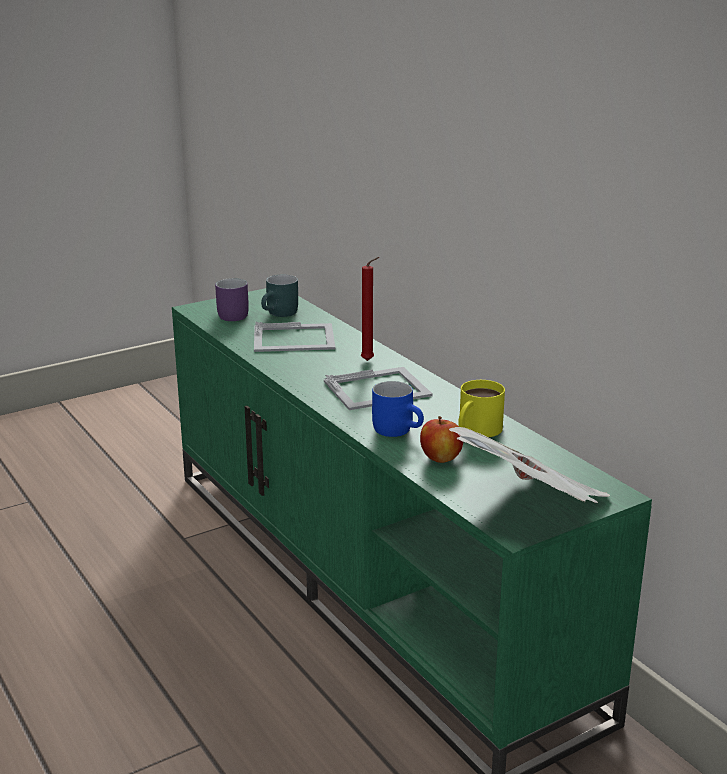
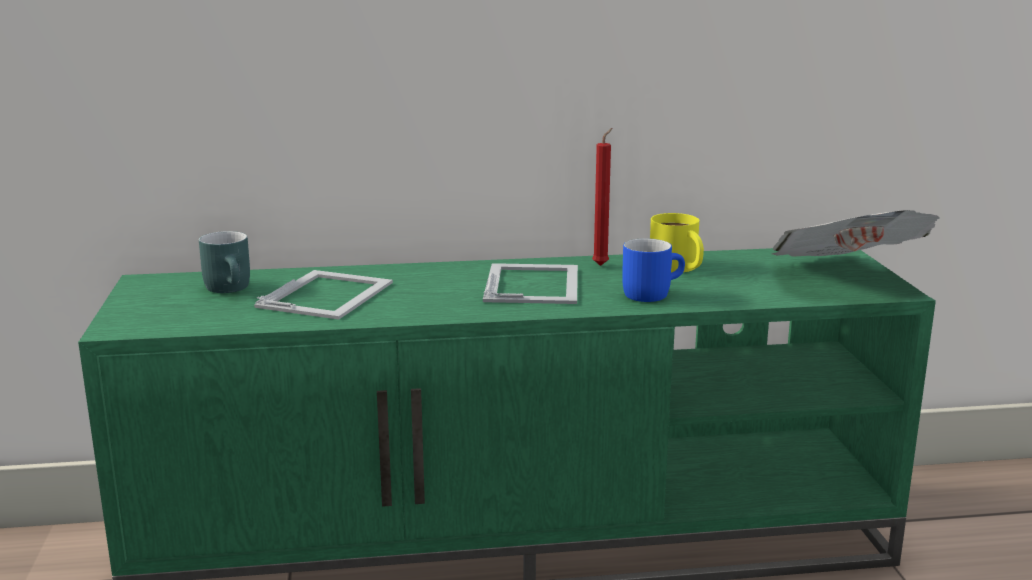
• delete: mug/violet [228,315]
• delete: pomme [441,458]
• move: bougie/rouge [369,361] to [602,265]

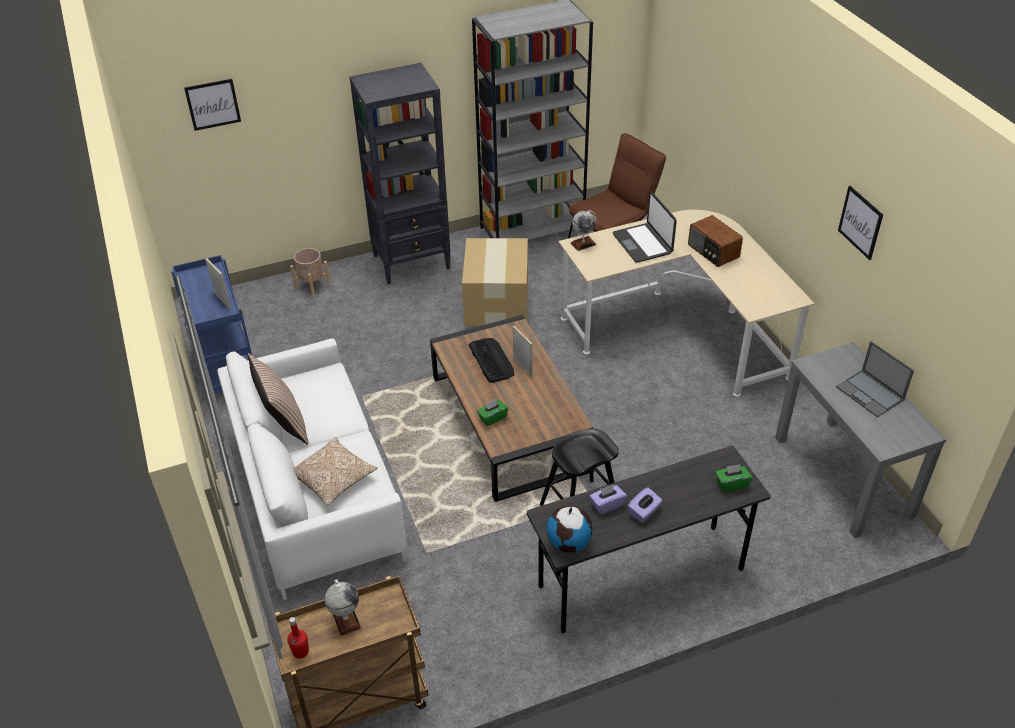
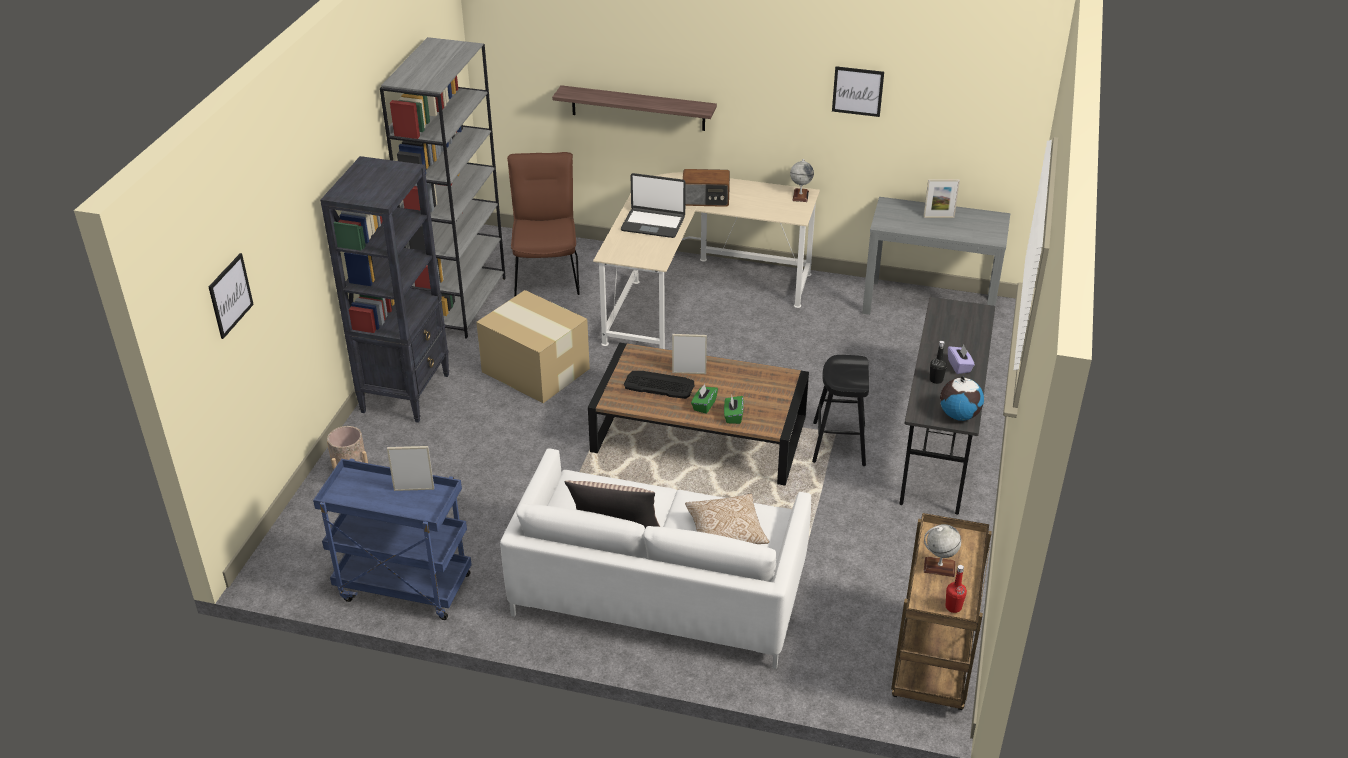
• insert: étagère [638,108]
• move: globe [583,244] to [800,196]
• move: boîte à mouchoirs/vert [731,484] to [704,405]
• replace: boîte à mouchoirs/violet [607,505] to bouteille/noir [936,380]
• replace: ordinateur portable [870,394] to cadre photo [938,217]

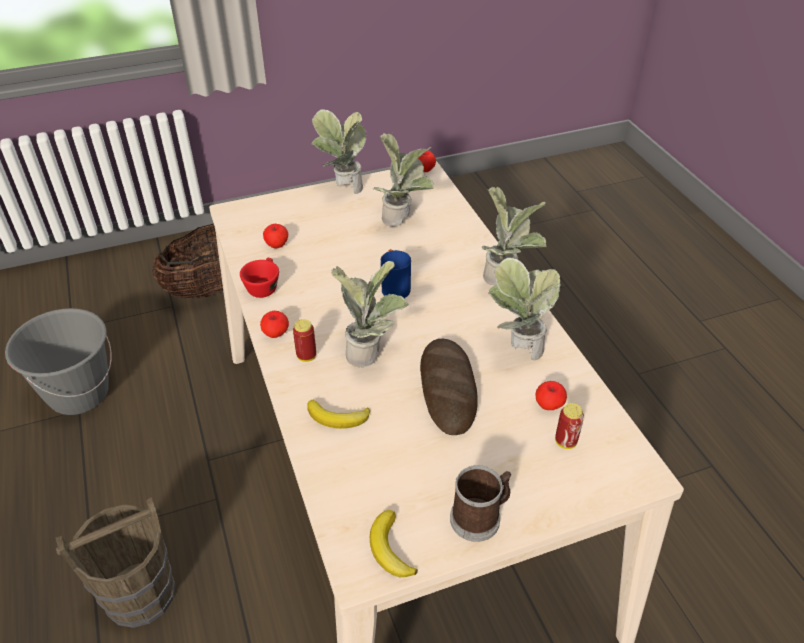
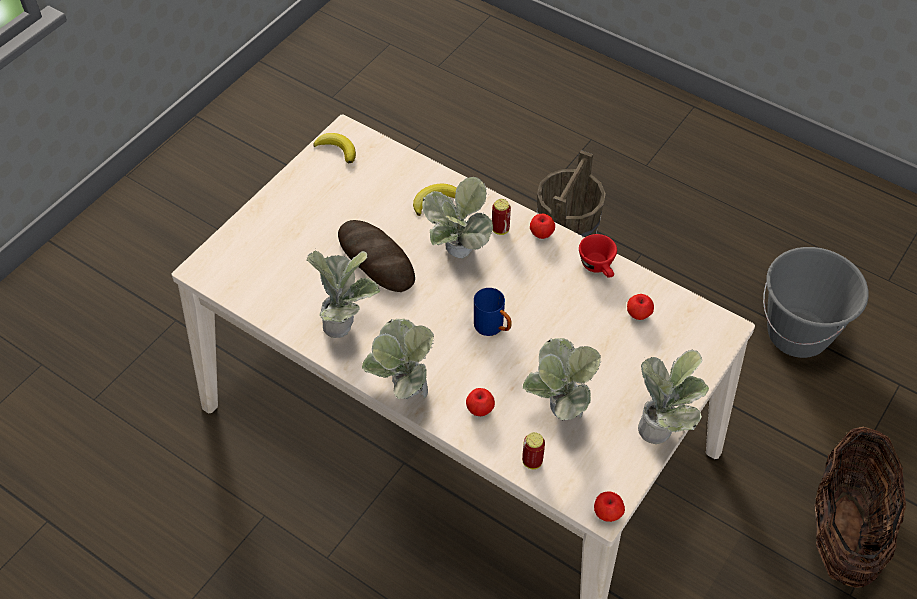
• delete: mug [480,517]
• move: pomme [548,405] to [480,409]
• move: boîte métallique [565,441] to [532,461]

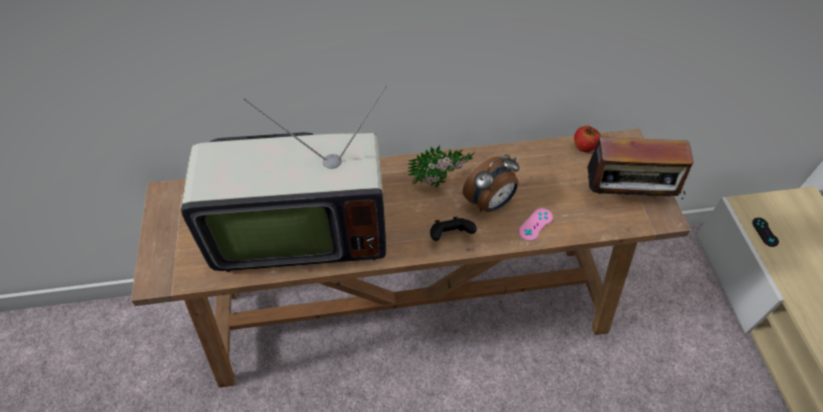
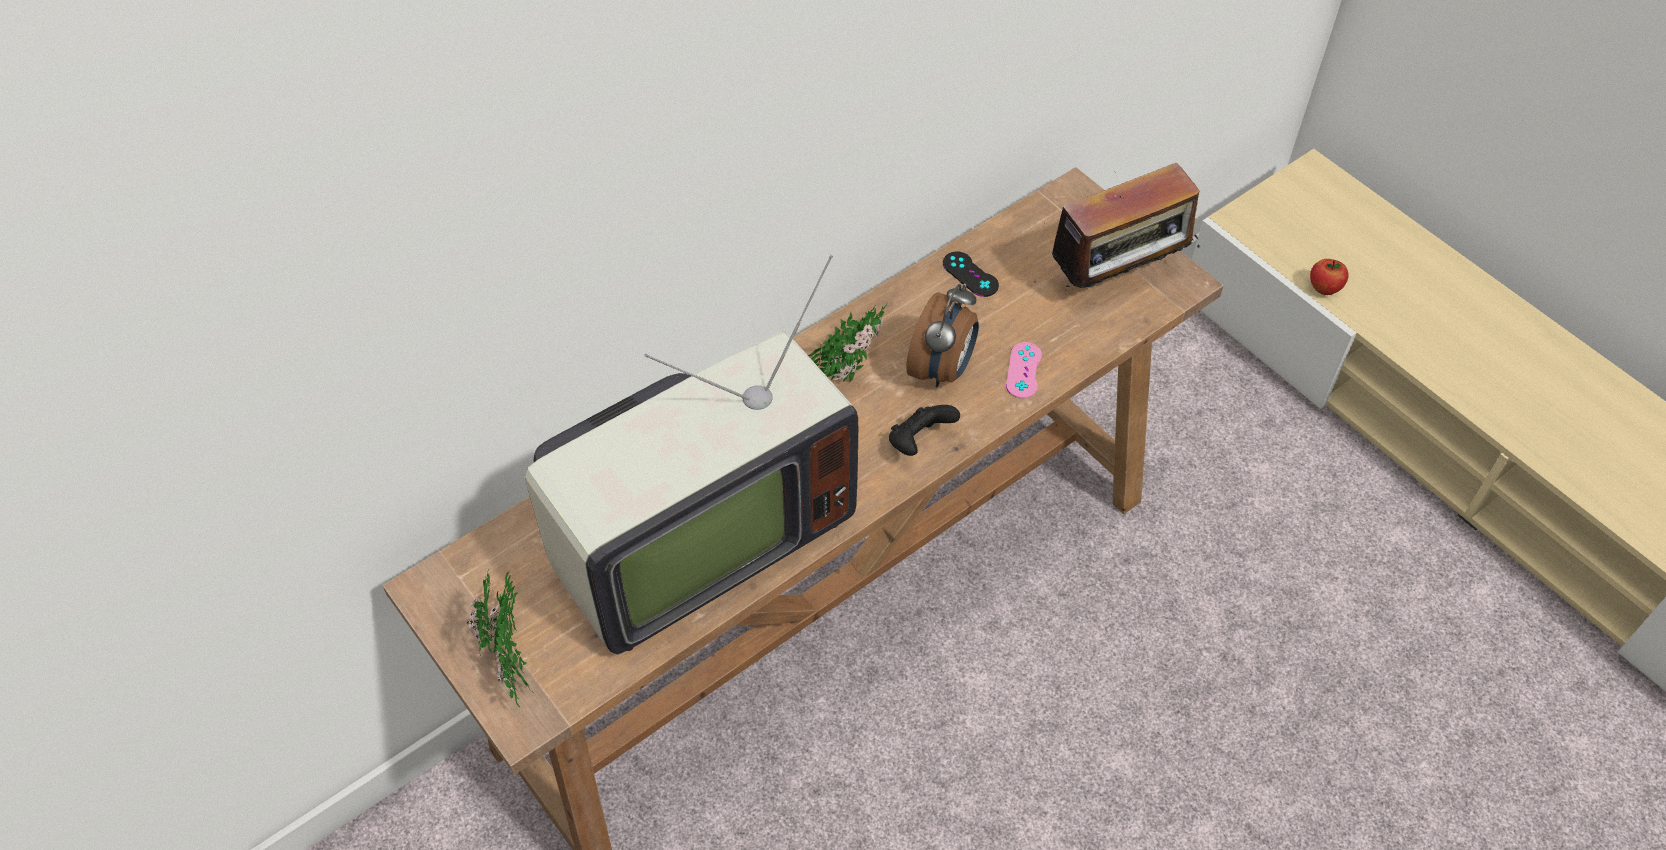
• insert: plante en pot [510,664]
• move: pomme [584,147] to [1324,288]
• move: manette/noir [765,232] to [970,274]

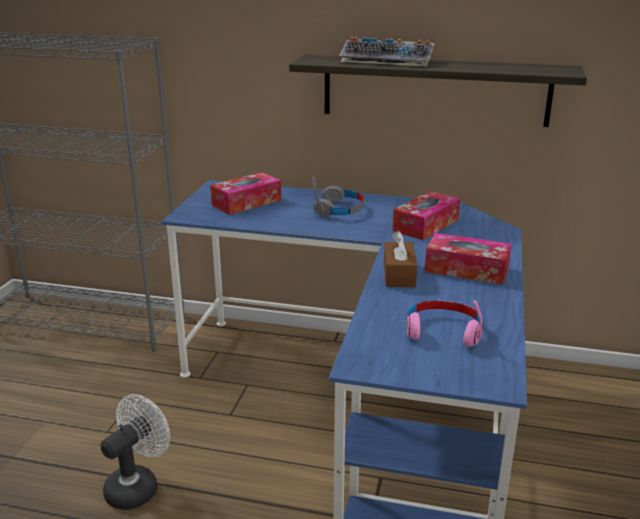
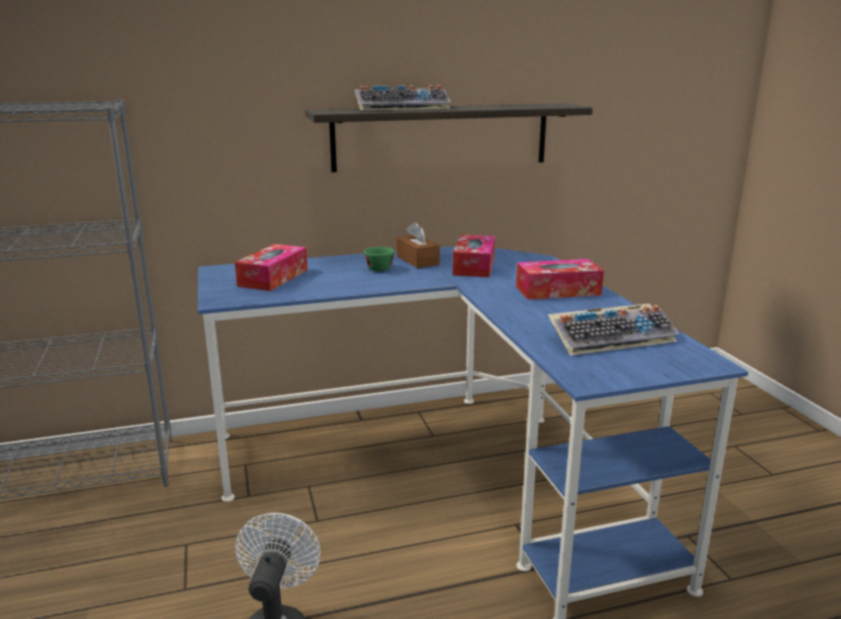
• move: boîte à mouchoirs/marron [399,274] to [417,260]
• replace: casque audio/gris [339,210] to tasse/vert [378,268]
• replace: casque audio/rose [443,331] to clavier [611,338]

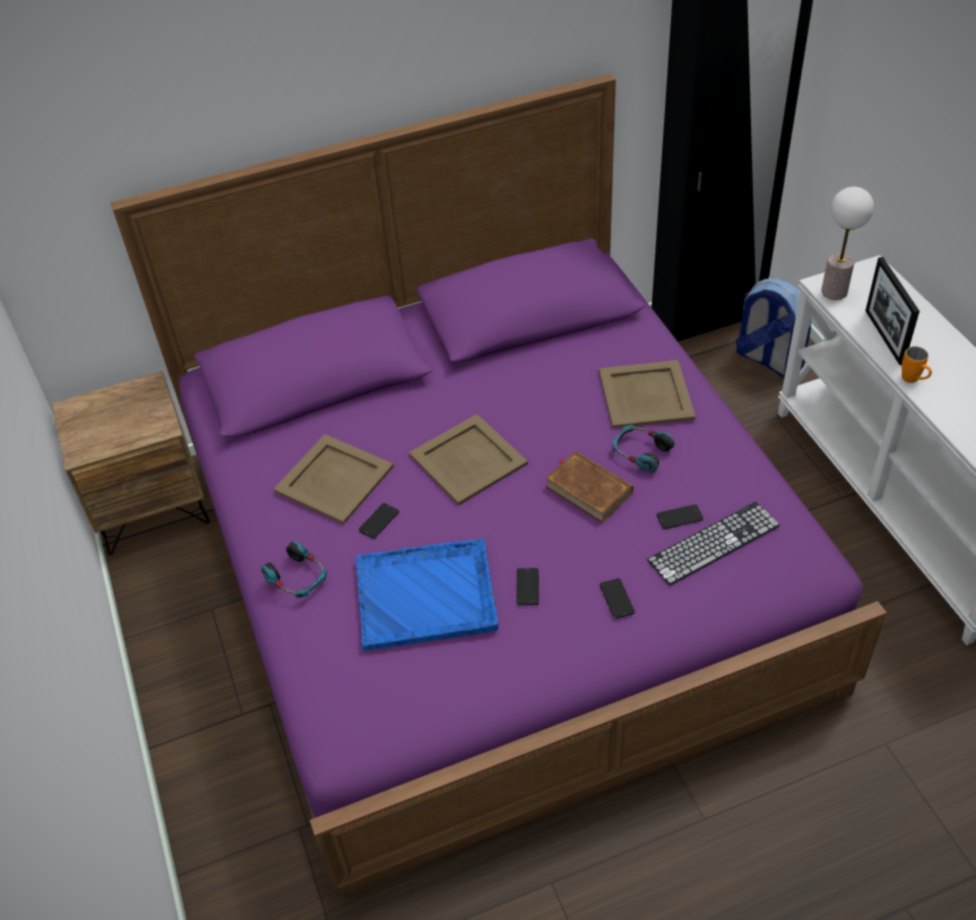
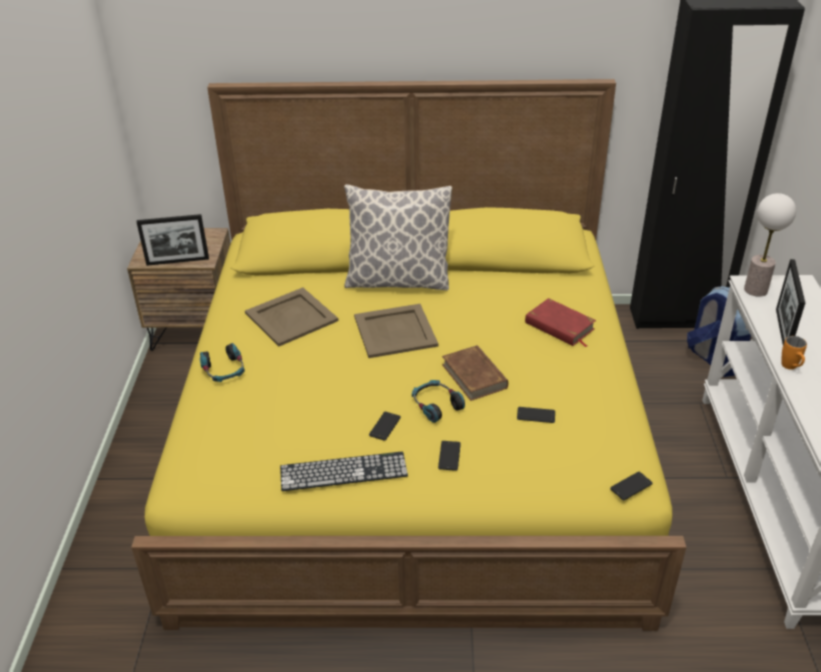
• delete: plateau/bleu [427,595]
• insert: cadre photo [177,261]
• insert: coussin [398,281]
• move: téléphone [379,521] to [631,486]
• move: casque audio [641,452] to [436,405]
• move: clavier [713,543] to [343,471]
• replace: plateau/beige [645,395] to livre/rouge [559,326]
• recolor: lit/violet [494,563] to lit/jaune [412,437]

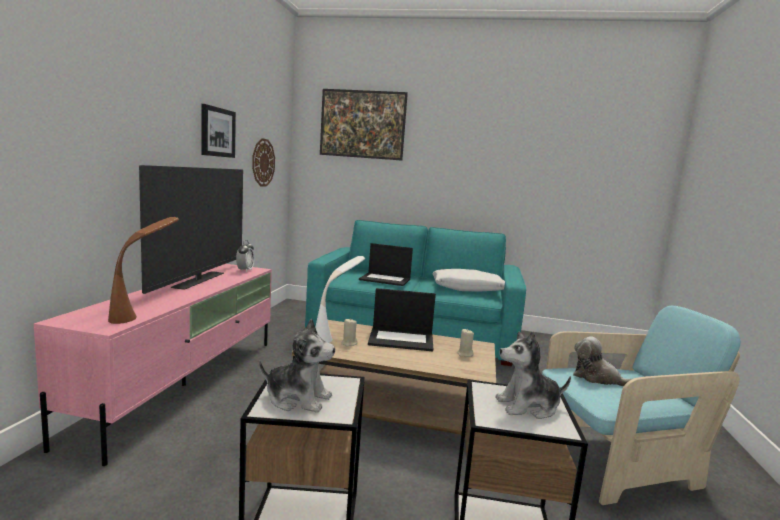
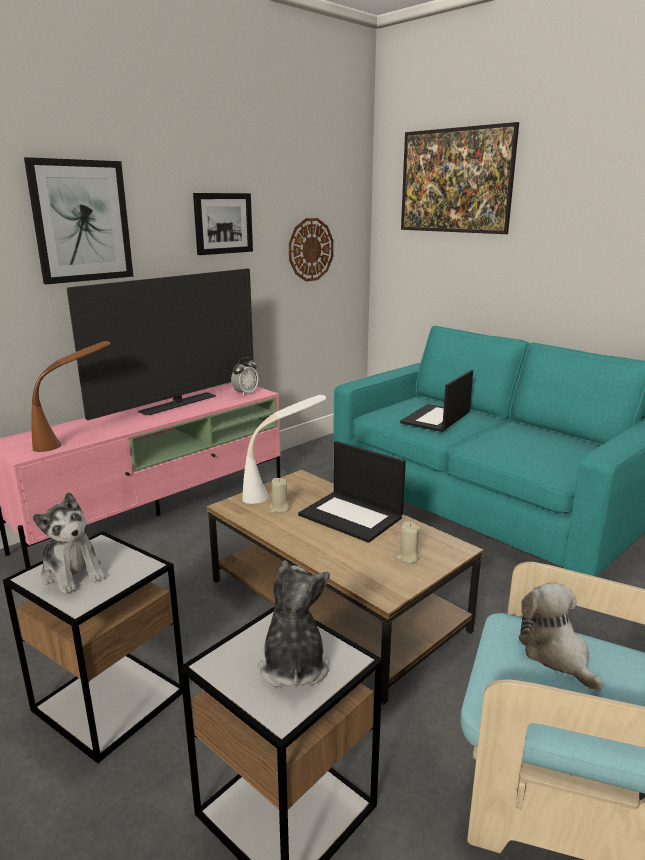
• delete: coussin/blanc [467,288]
• insert: tableau [81,221]
• rotate: ordinateur portable [385,279] = [436,419] 75 degrees clockwise
• rotate: peluche [528,406] = [293,665] 60 degrees clockwise

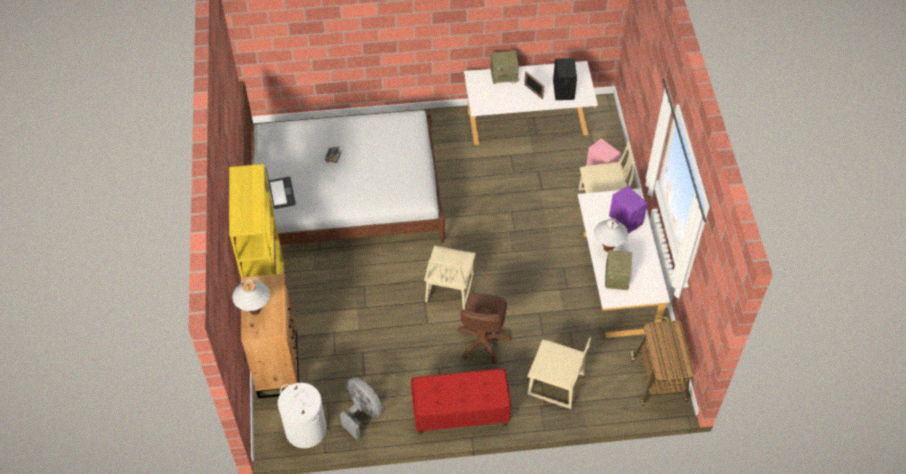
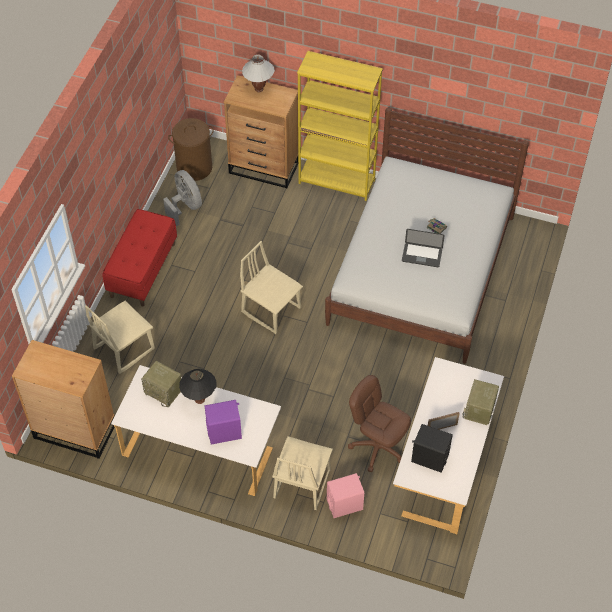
• move: ordinateur portable [282,193] to [421,255]
• move: chaise de bureau/marron [482,342] to [377,447]
• replace: chariot [659,381] to commode/marron [74,430]
• recolor: panier à linge/blanc [305,430] to panier à linge/marron [194,167]
• recolor: lampe de table/blanc [608,248] to lampe de table/noir [200,400]
• rotate: ventilateur/gris [362,413] = [185,206] 105 degrees counterclockwise

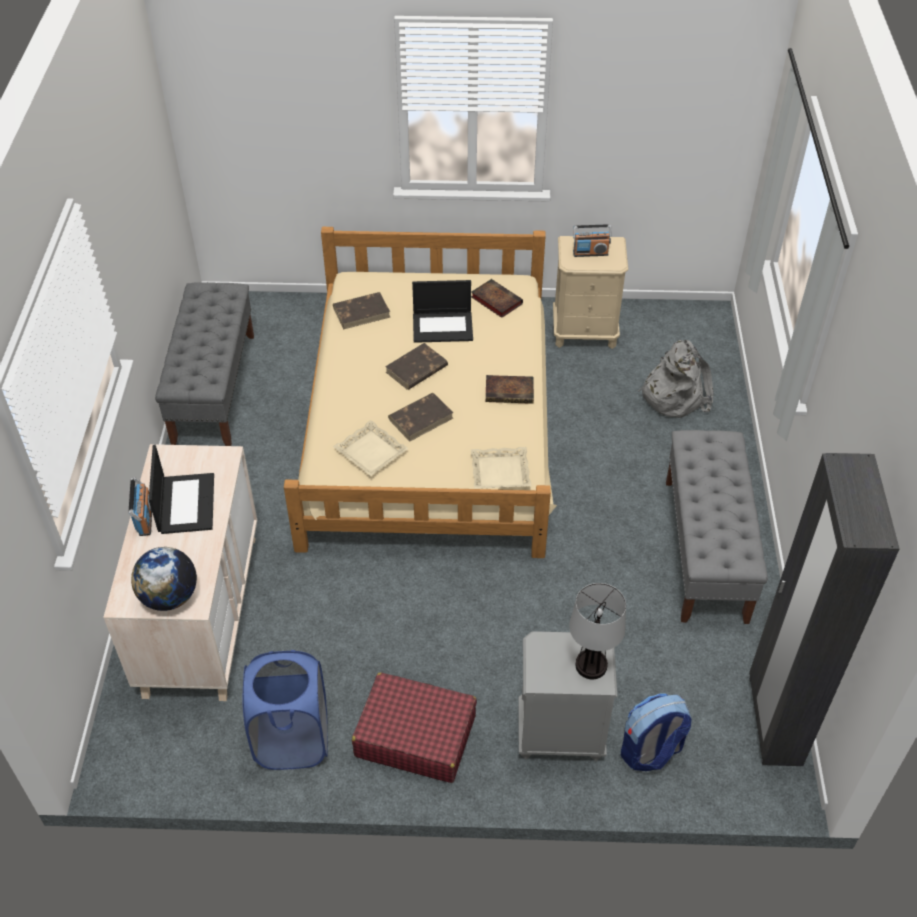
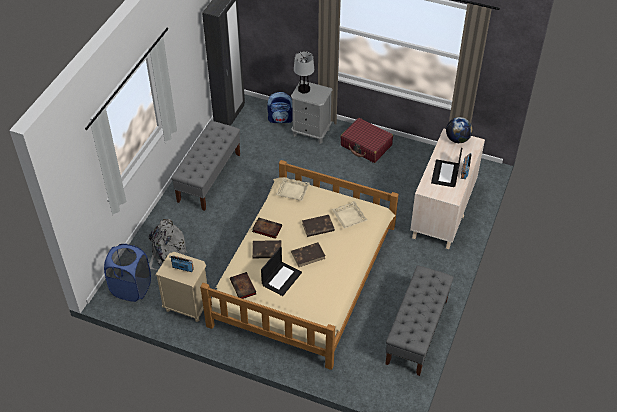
• move: panier à linge/bleu [292,740] to [131,288]
• move: livre/marron [362,312] to [266,251]
• rotate: ordinateur portable [443,326] = [281,278] 105 degrees clockwise

